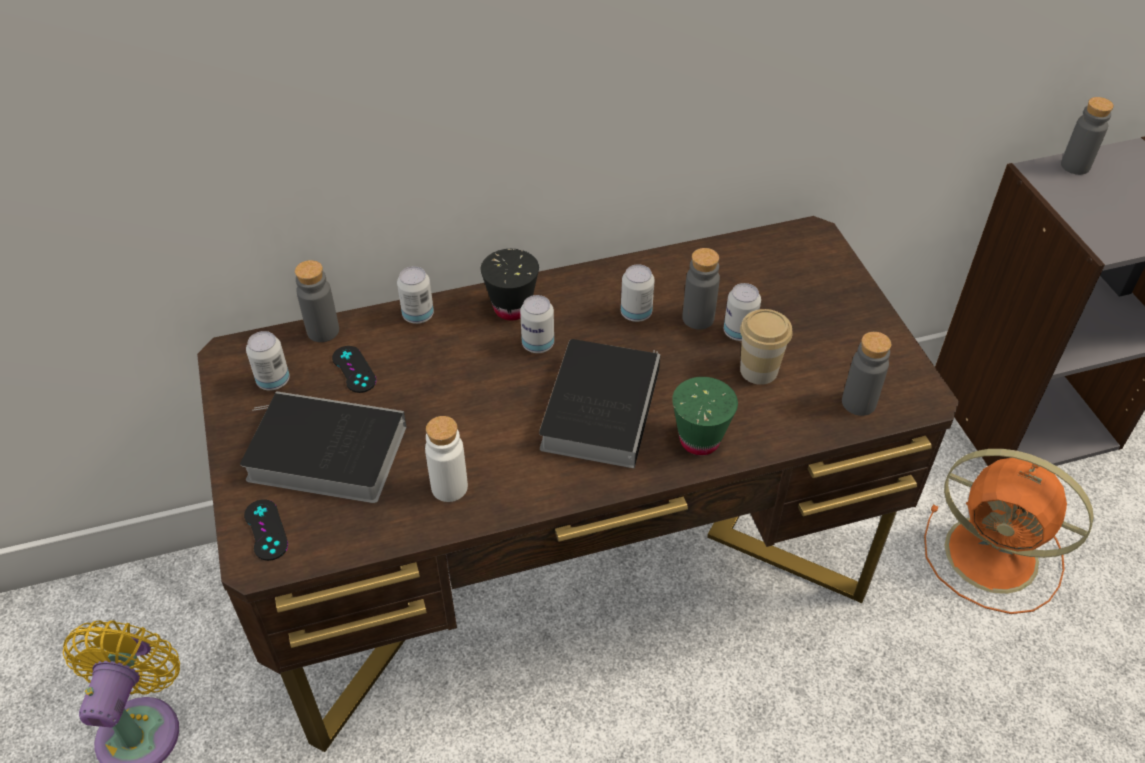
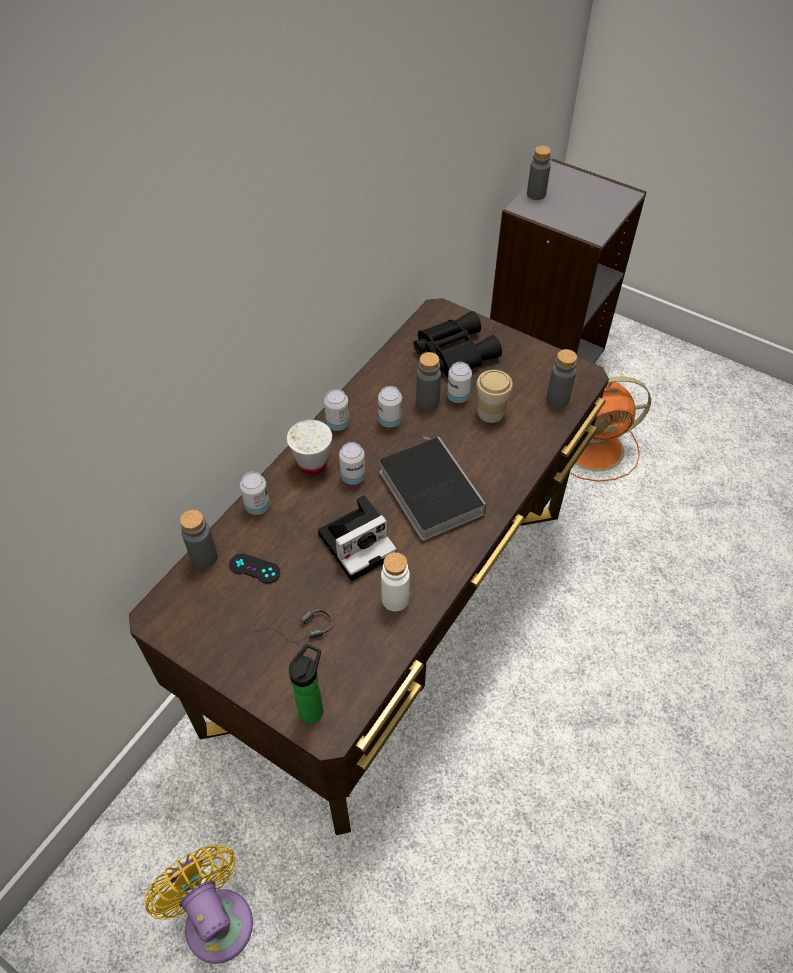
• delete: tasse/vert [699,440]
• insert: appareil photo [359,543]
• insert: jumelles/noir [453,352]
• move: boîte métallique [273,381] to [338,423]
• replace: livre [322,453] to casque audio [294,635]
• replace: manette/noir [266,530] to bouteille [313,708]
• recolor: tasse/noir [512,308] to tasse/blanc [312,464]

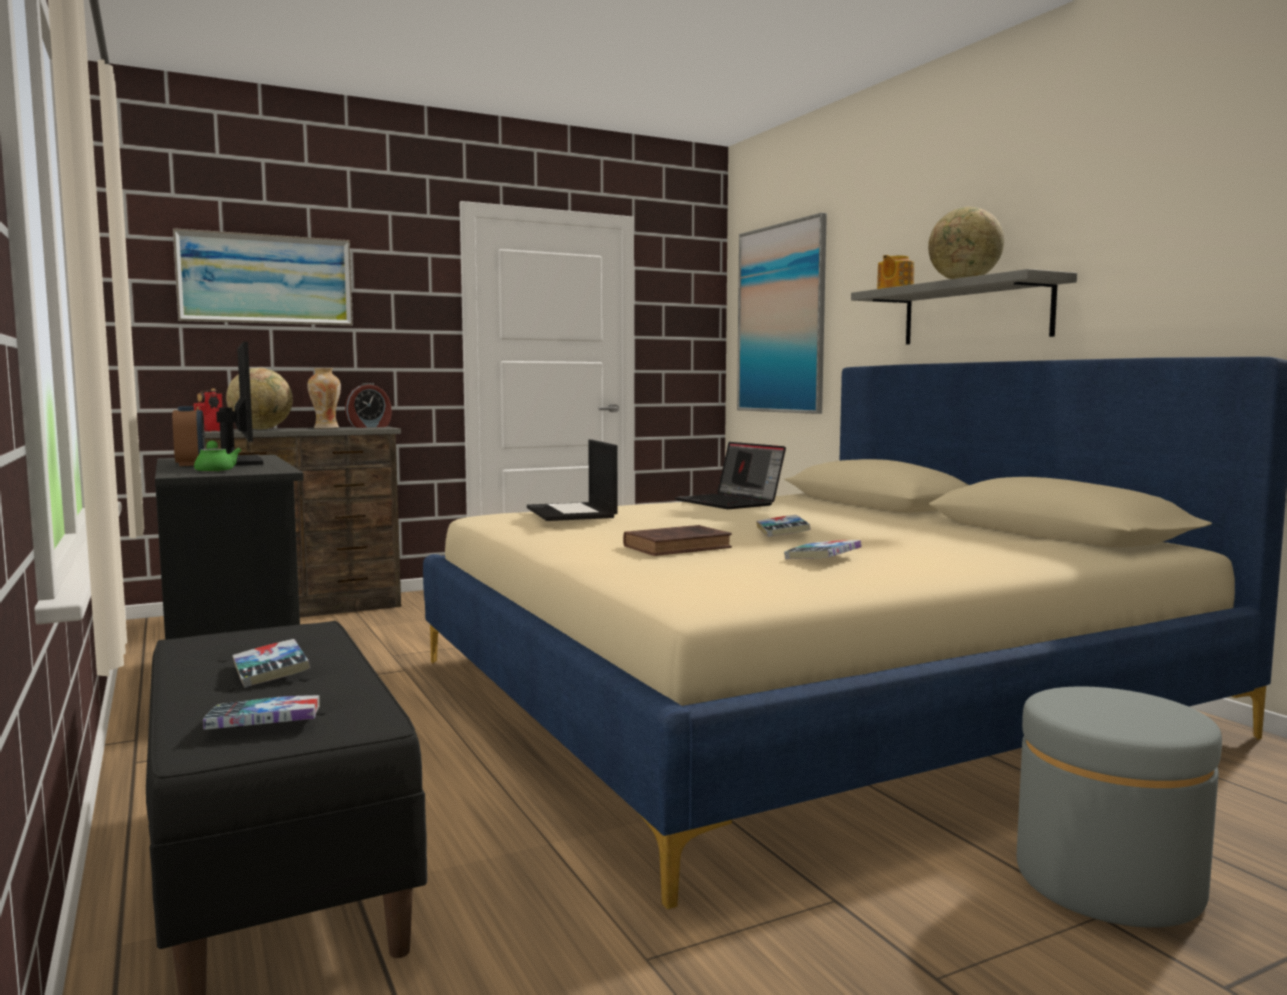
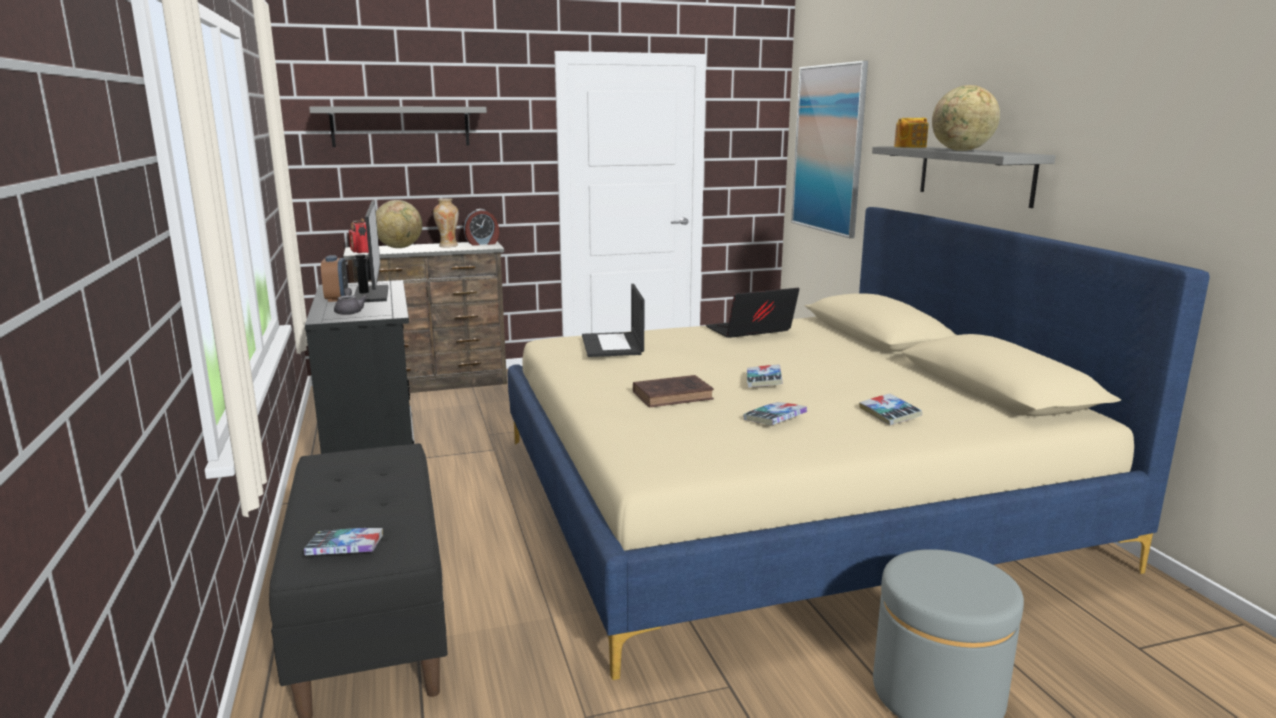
• move: livre [270,672] to [889,414]
• replace: tableau [266,279] to étagère/gris [400,126]
• recolor: théière/vert [215,470] to théière/gris [349,311]
• rotate: ordinateur portable [730,503] = [749,331] 90 degrees clockwise

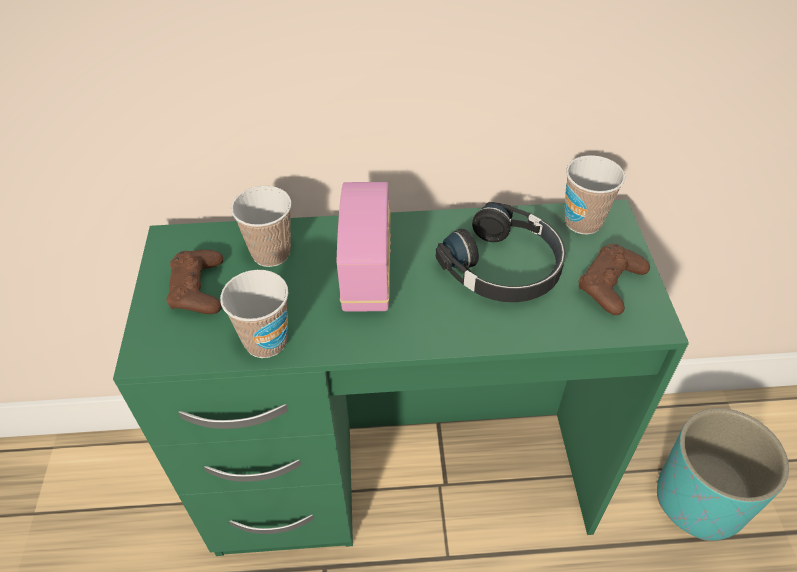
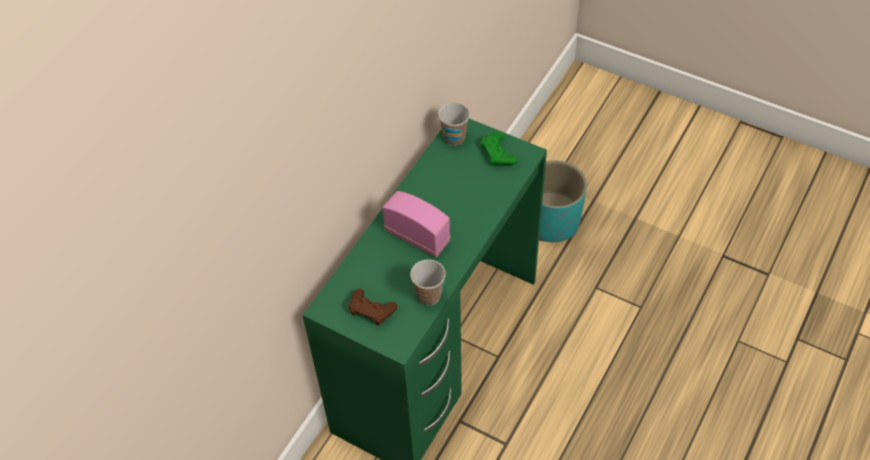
• delete: tasse [271,253]
• delete: casque audio/noir [504,267]
• recolor: manette/marron [610,284] to manette/vert [498,153]

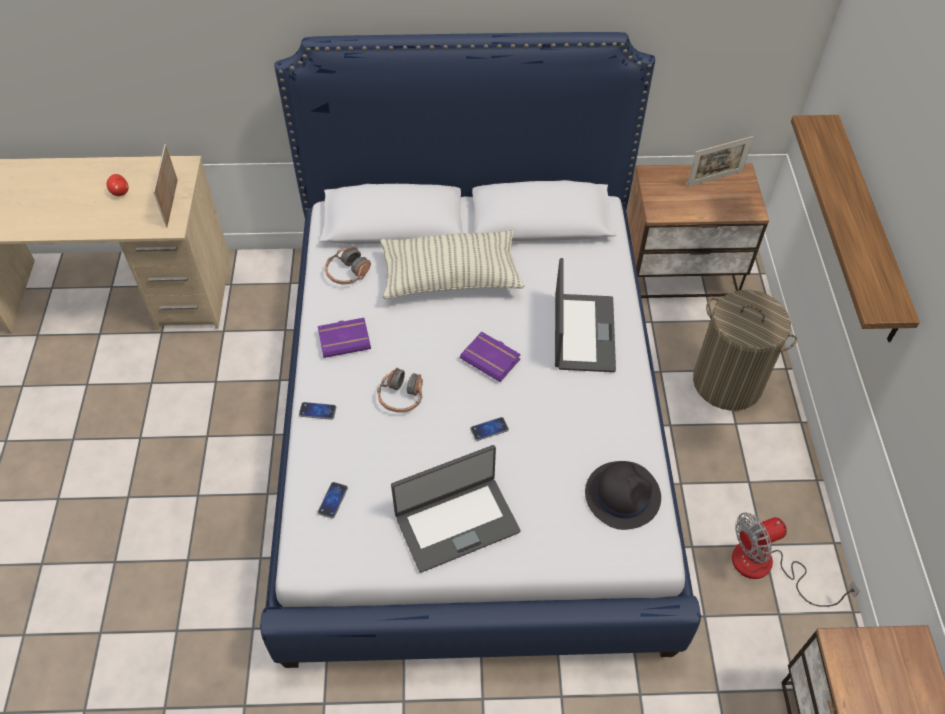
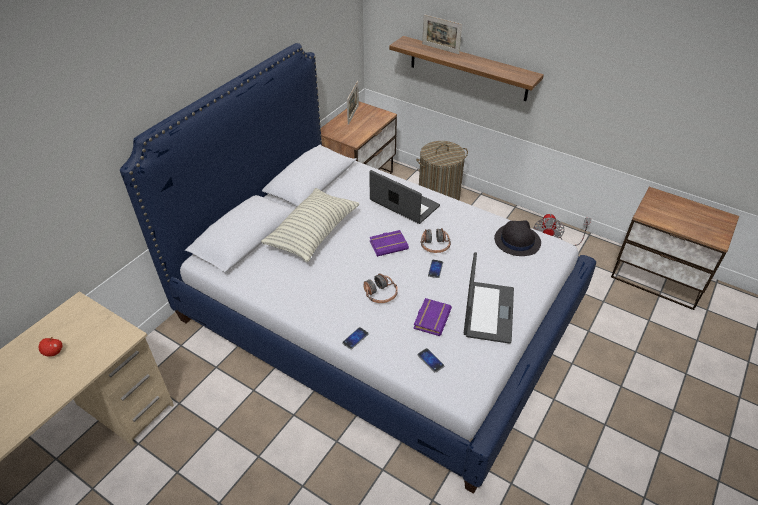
• move: cadre photo [172,203] to [440,49]
• move: livre/violet [345,339] to [431,318]
• move: casque audio [347,273] to [434,246]

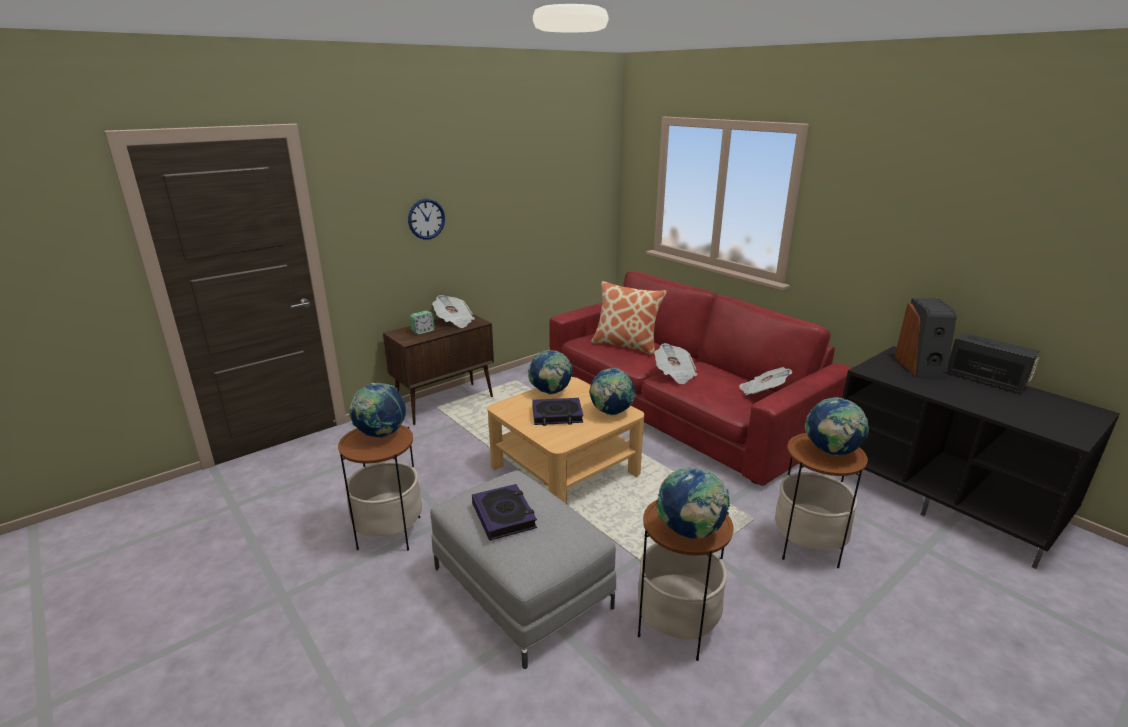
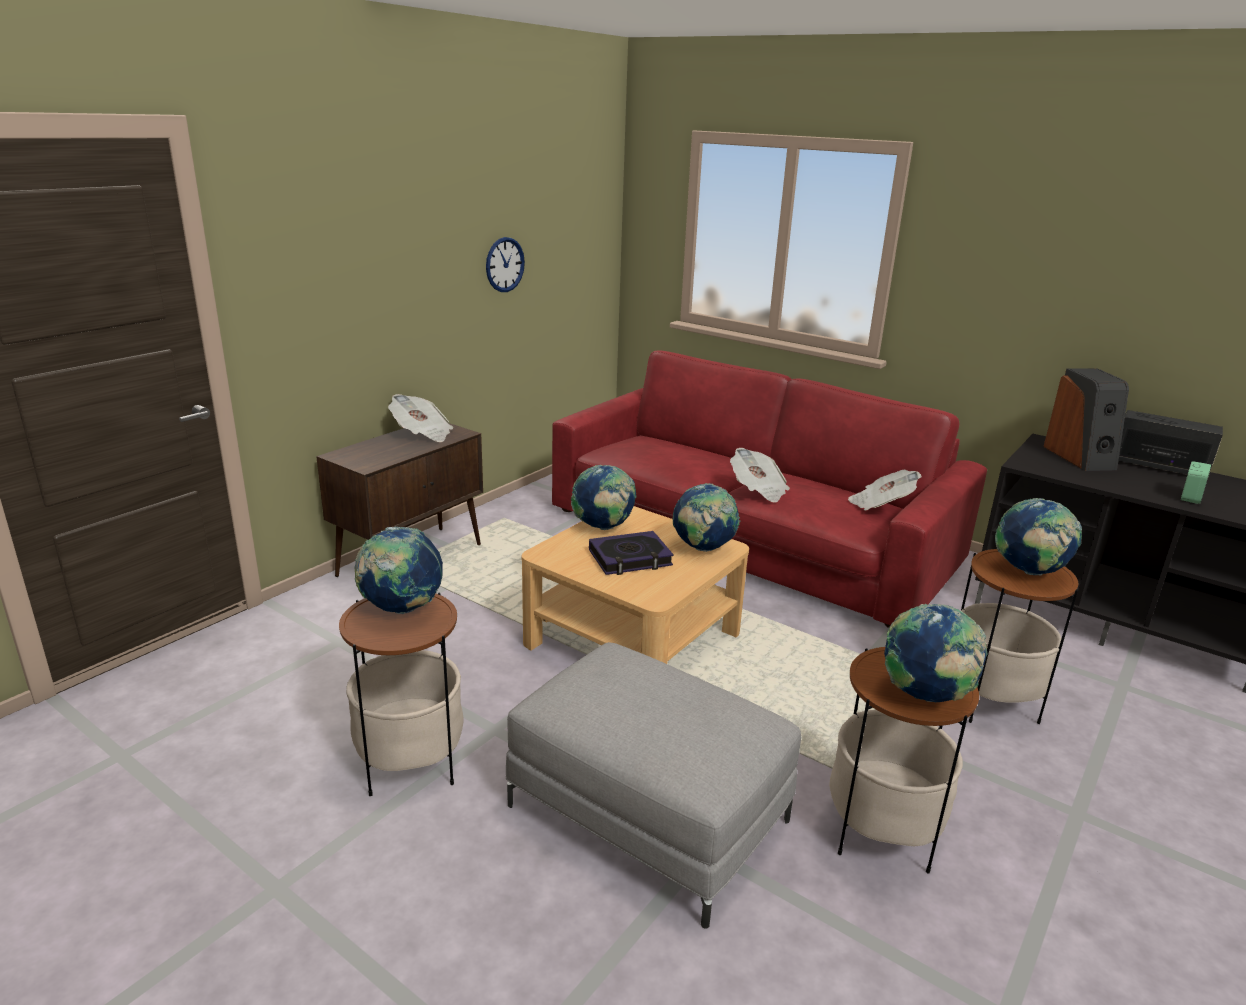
• delete: livre [504,516]
• delete: coussin [626,345]
• move: horloge murale [426,219] to [504,264]
• move: réveil [423,331] to [1190,498]

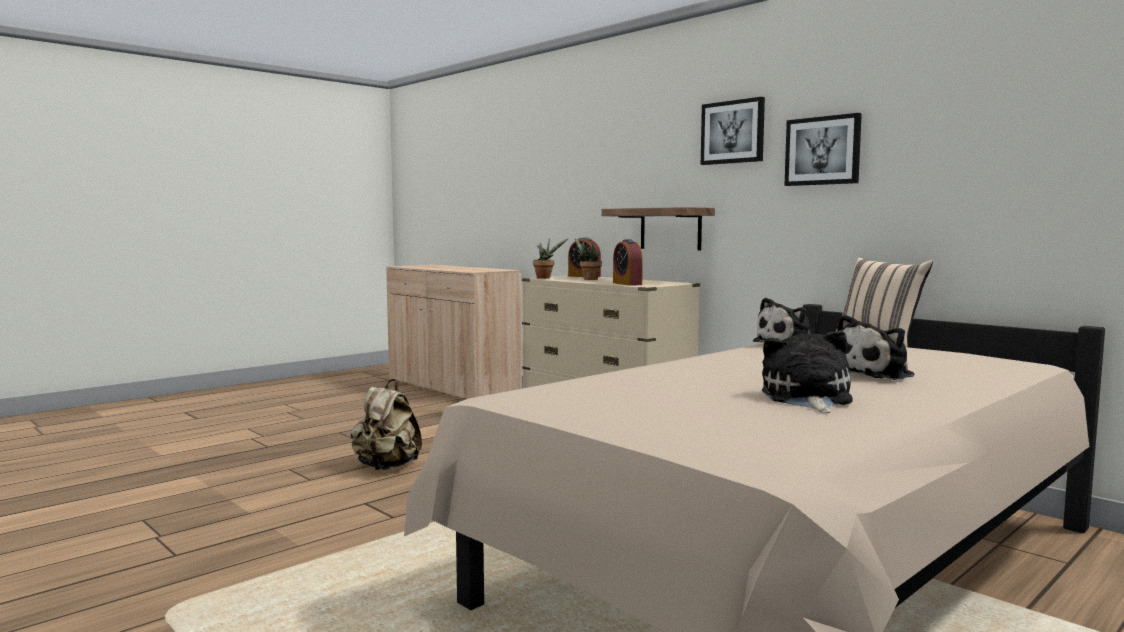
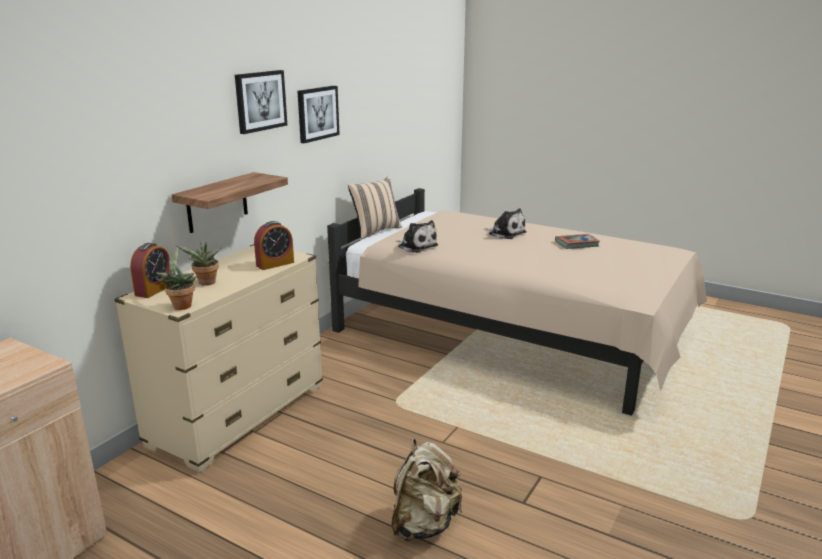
• replace: peluche [807,398] to livre [577,244]

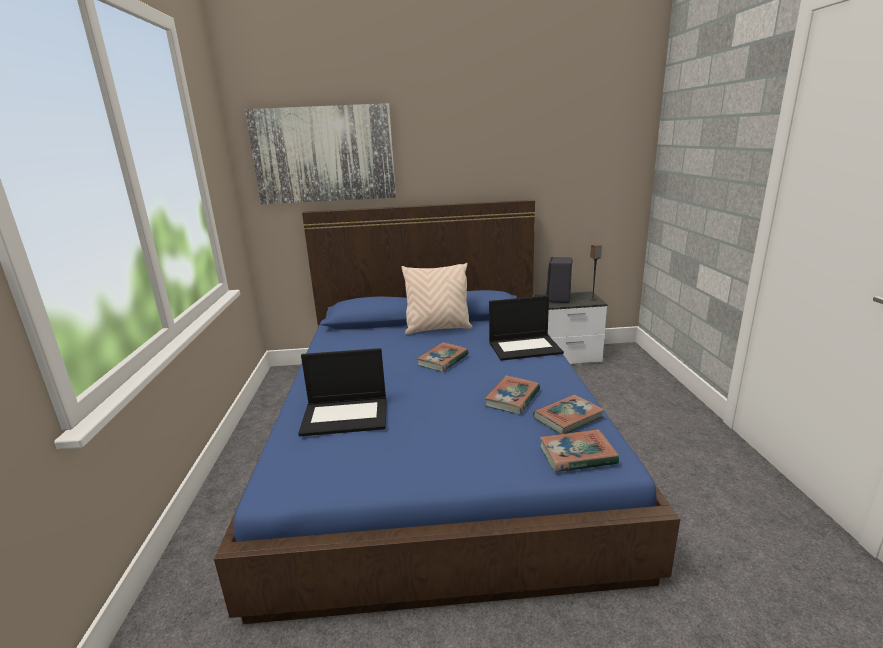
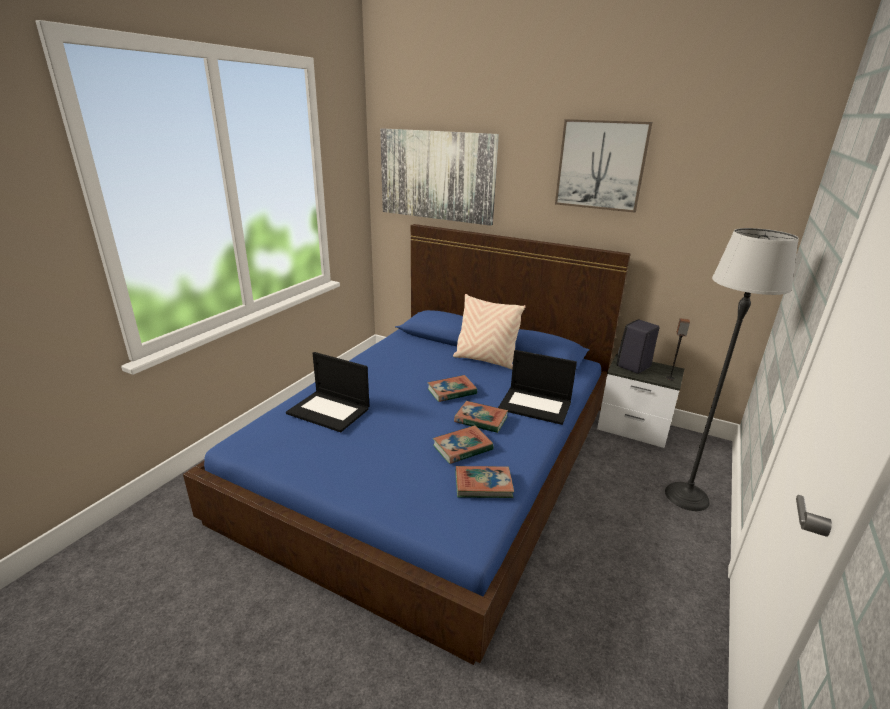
• insert: tableau [601,165]
• insert: lampadaire [686,496]
• move: livre [577,455] to [481,420]

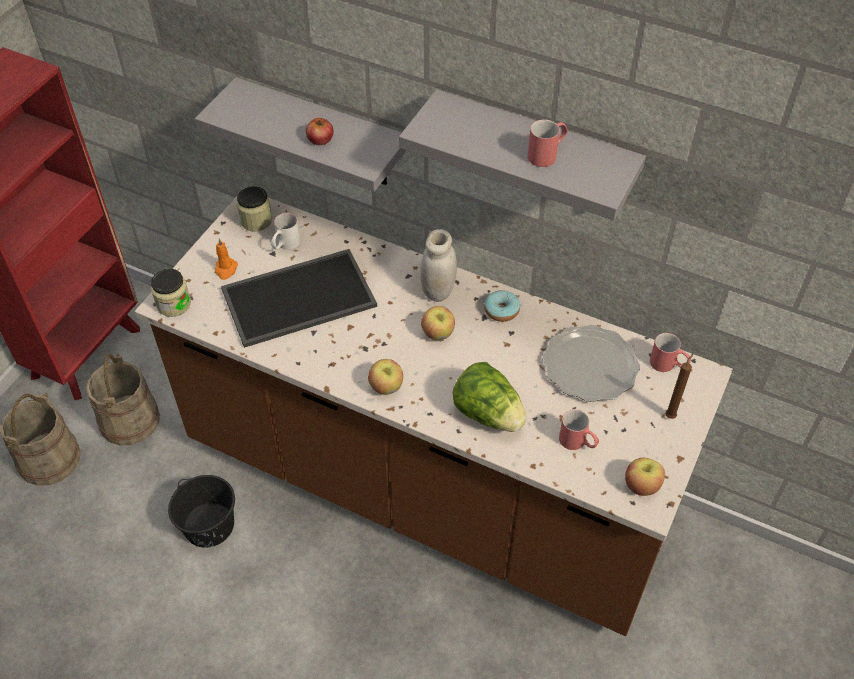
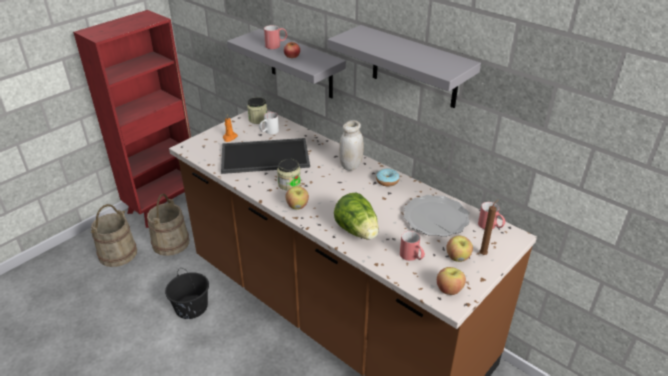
• move: bocal [173,304] to [289,184]
• move: pomme [438,333] to [458,257]
• move: mug/rouge [547,154] to [276,45]

